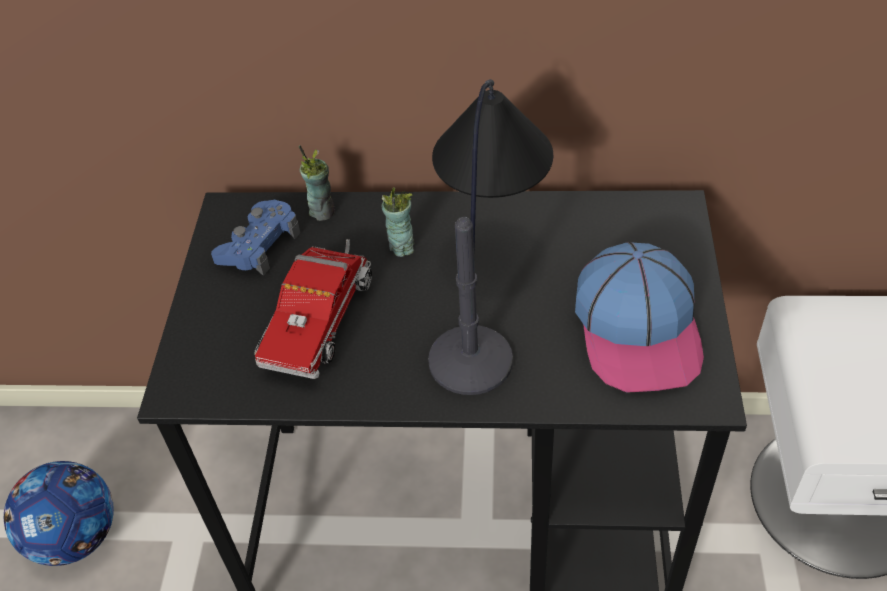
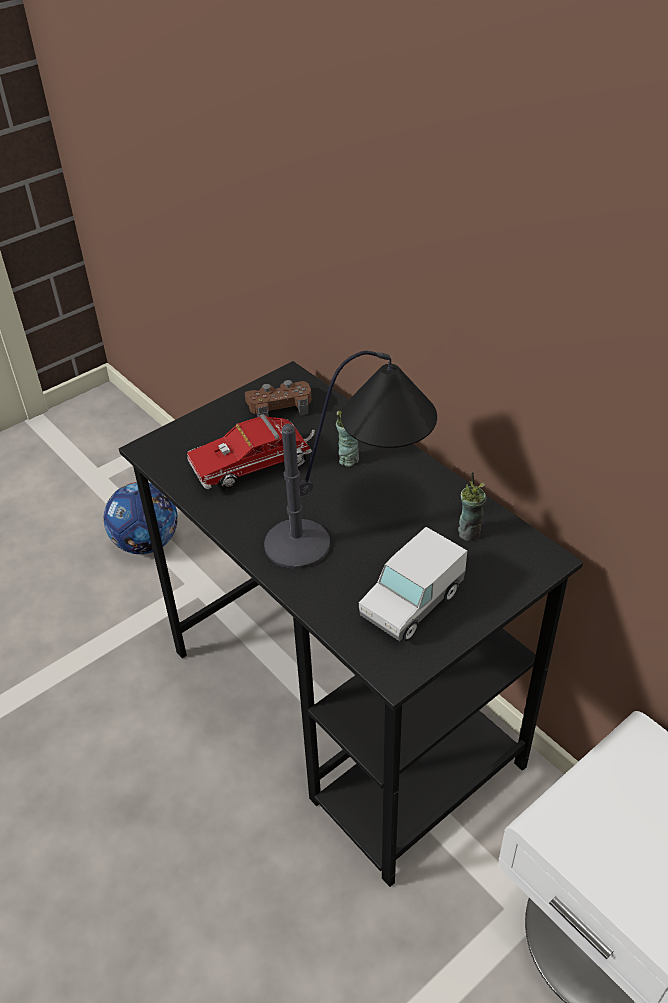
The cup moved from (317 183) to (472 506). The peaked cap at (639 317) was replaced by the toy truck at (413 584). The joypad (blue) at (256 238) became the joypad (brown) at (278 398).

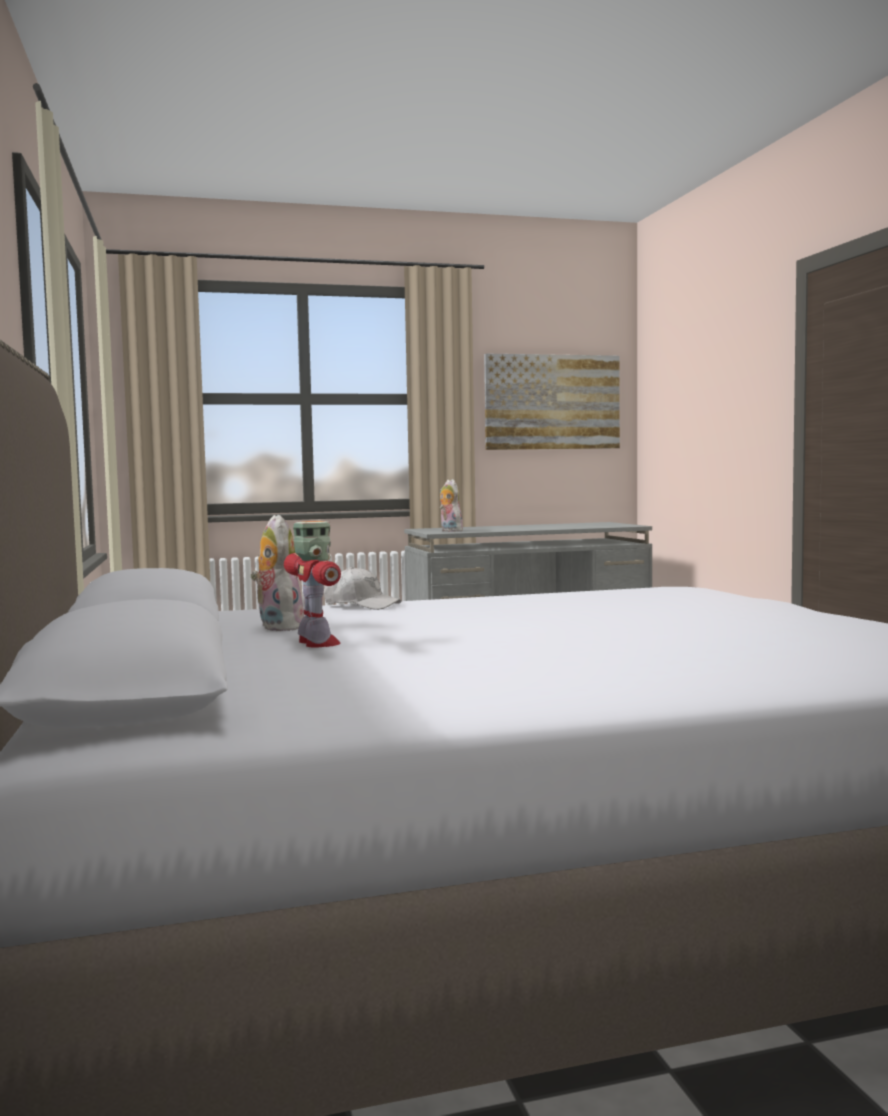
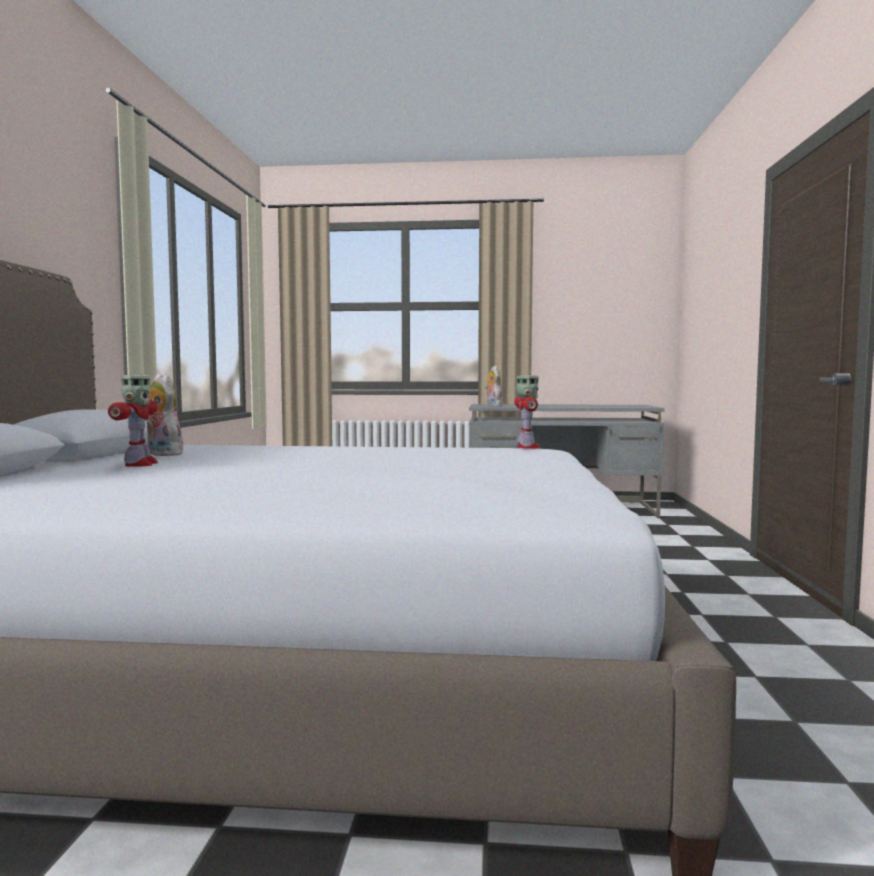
The peaked cap (whitish) at (363 588) disappeared. The wall art at (552 402) disappeared. The toy robot at (527 412) appeared. The plush toy at (277 573) turned 45 degrees counterclockwise.

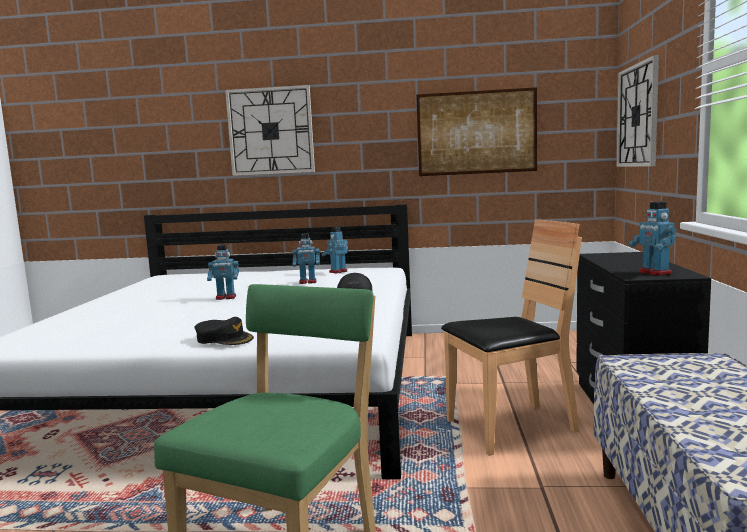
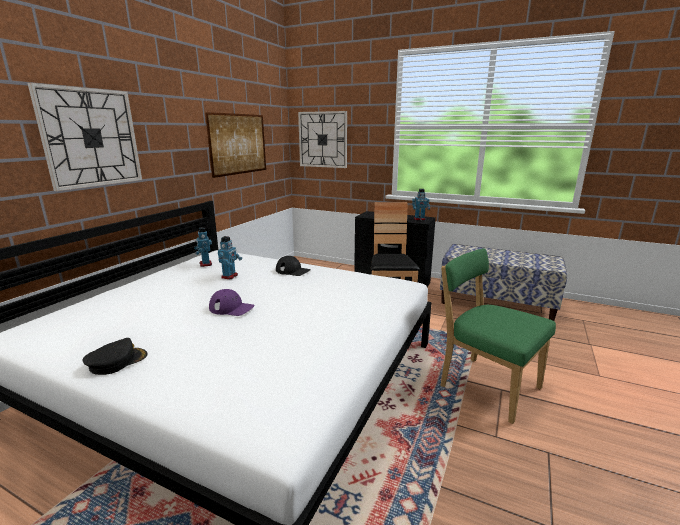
The peaked cap (blackish) moved from (224 331) to (115 356). The toy robot at (223 272) was replaced by the peaked cap (purple) at (231 302).

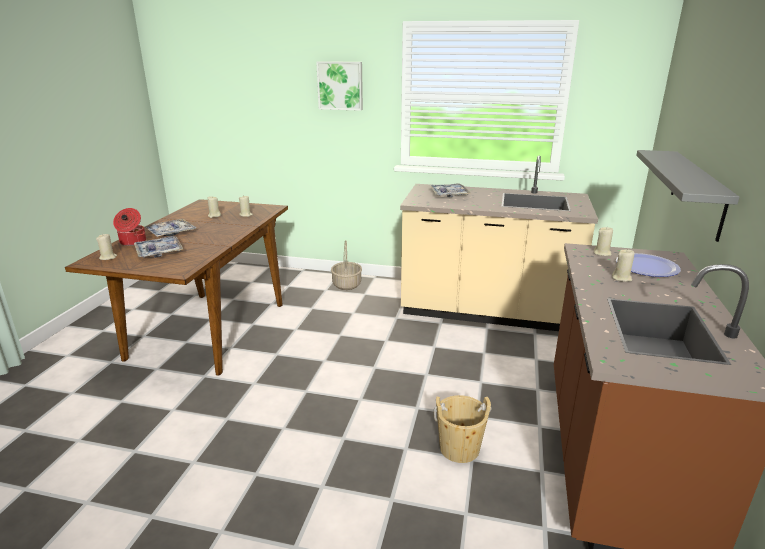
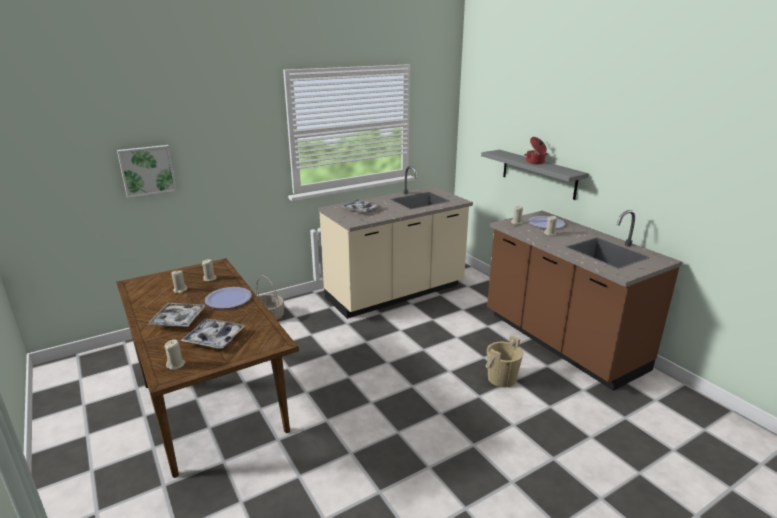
The plate at (228 298) appeared. The saucepot moved from (129 227) to (536 150). The wall art moved from (339 86) to (147 171).

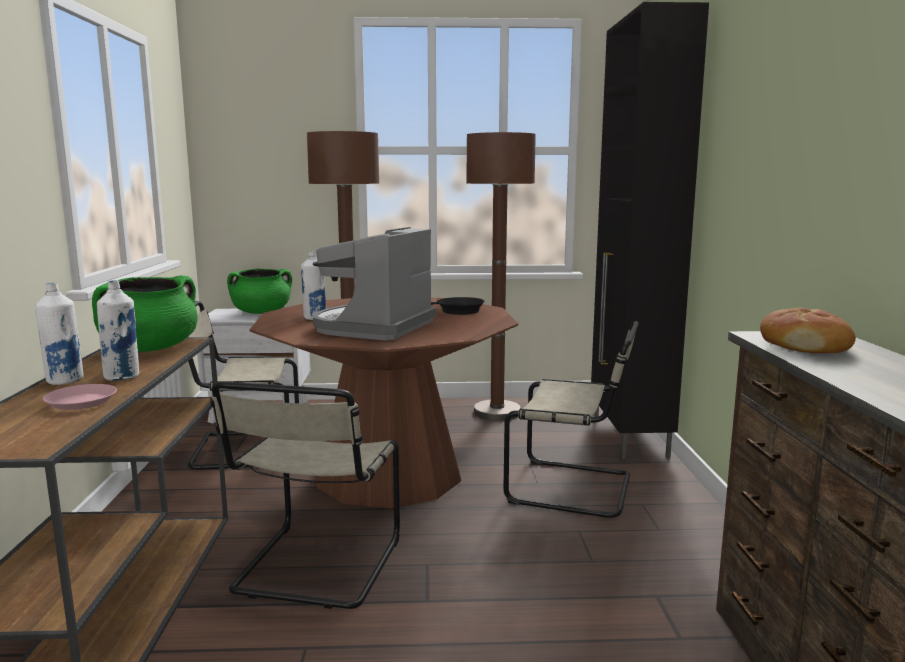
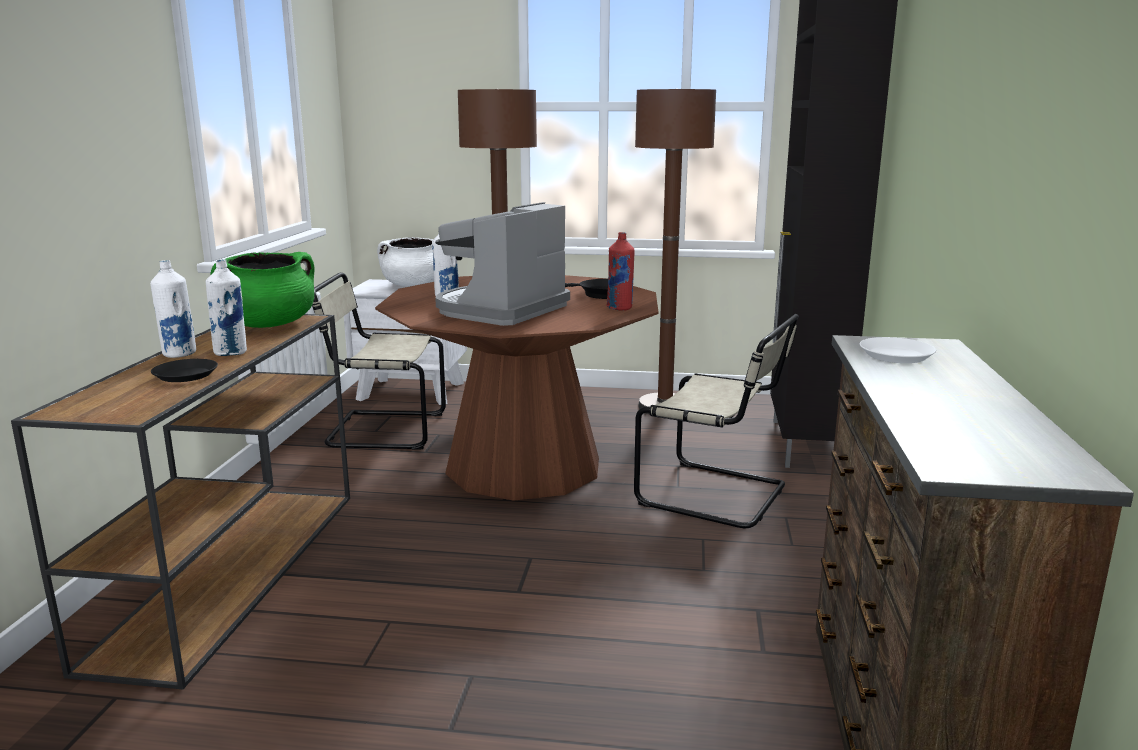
The plain chair (beige-coloured) at (305 495) disappeared. The beverage bottle (reddish) at (621 271) appeared. The bakery bread at (808 330) was replaced by the plate (whitish) at (898 350). The plate (pinkish) at (79 397) became the plate (blackish) at (184 370). The saucepot (greenish) at (259 291) became the saucepot (whitish) at (405 262).

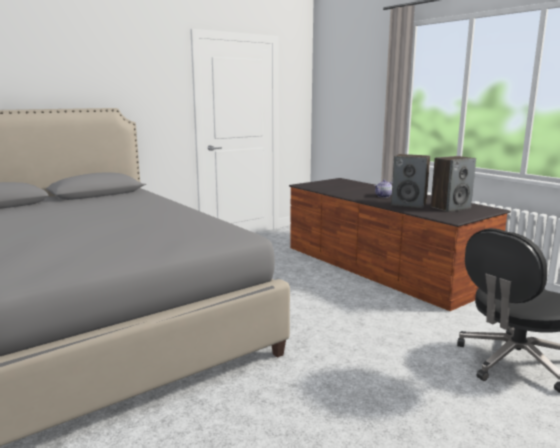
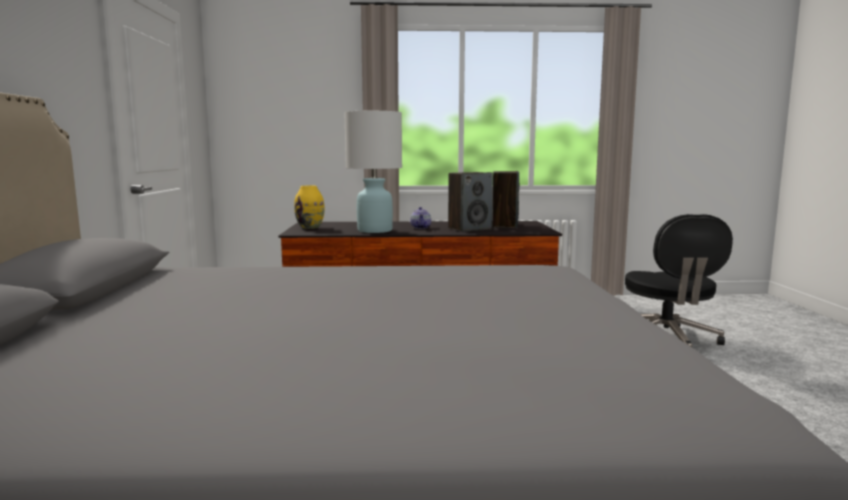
The decorative vase (yellowish) at (309 207) appeared. The lamp for a table (whitish) at (373 172) appeared.

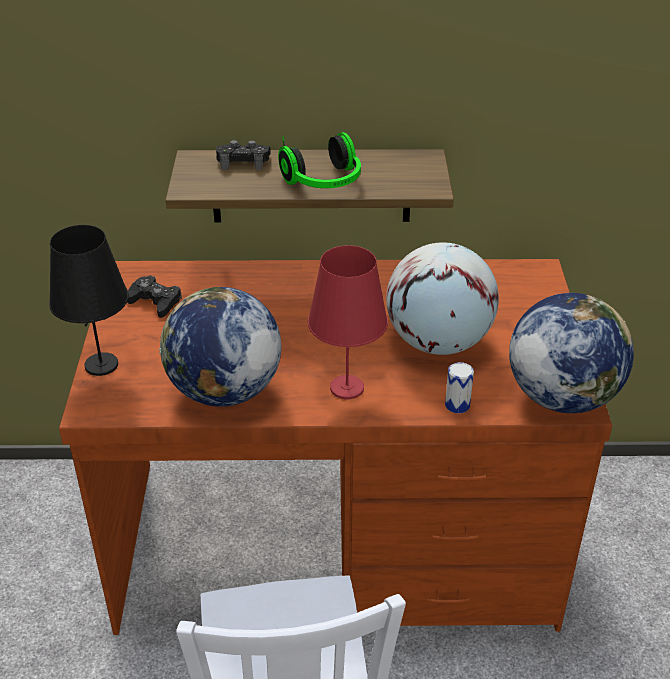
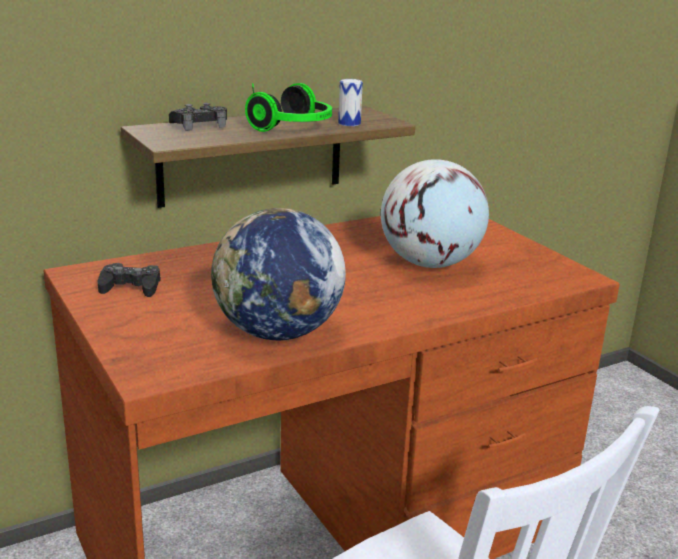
The lamp for a table (blackish) at (89 300) disappeared. The lamp for a table (reddish) at (348 322) disappeared. The world globe at (571 353) disappeared. The sealed can moved from (459 387) to (350 102).

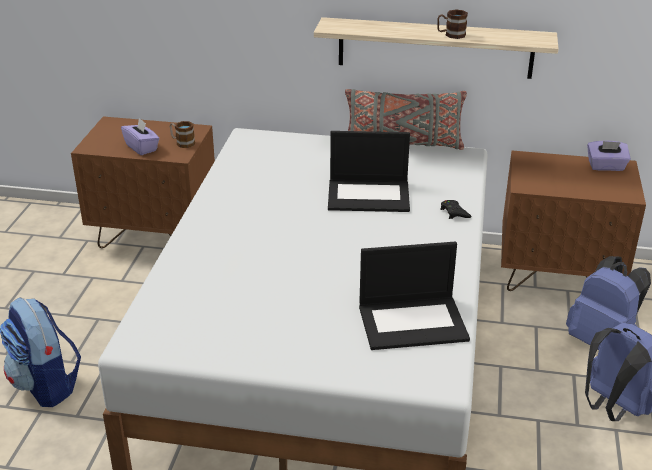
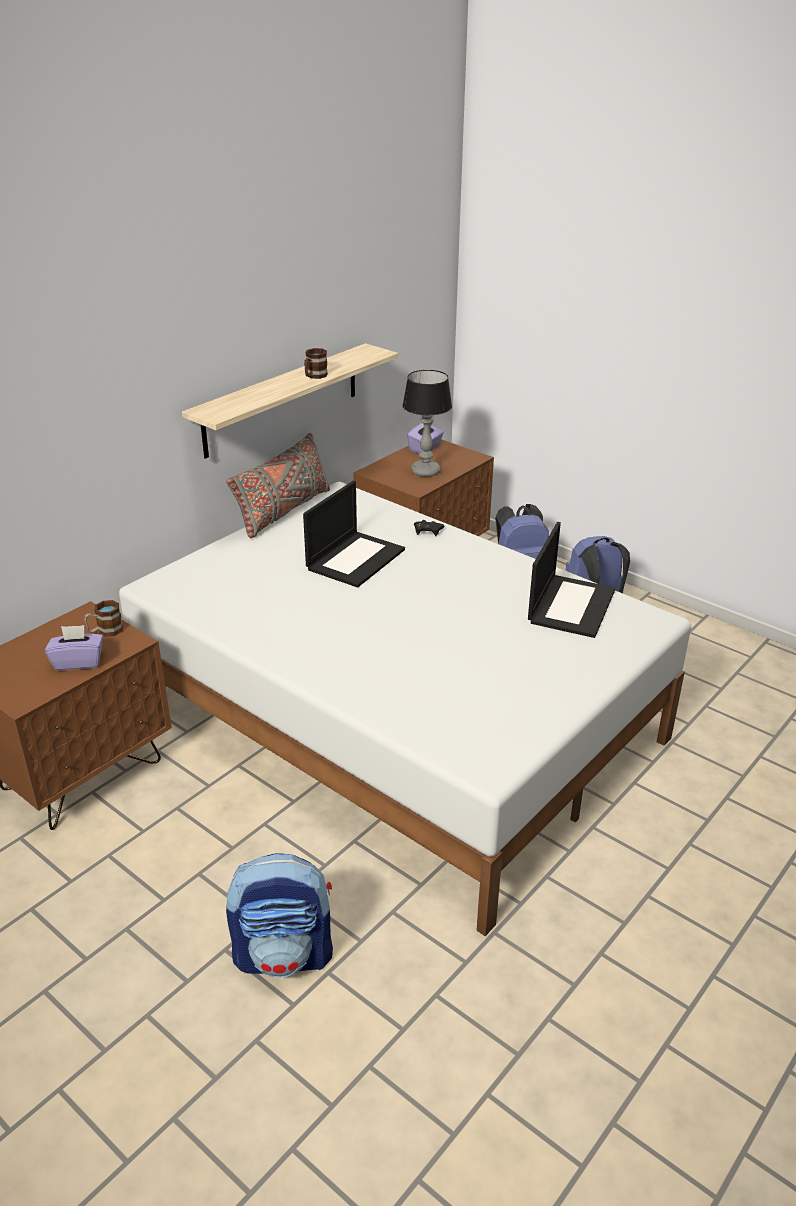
The lamp for a table at (427 423) appeared.

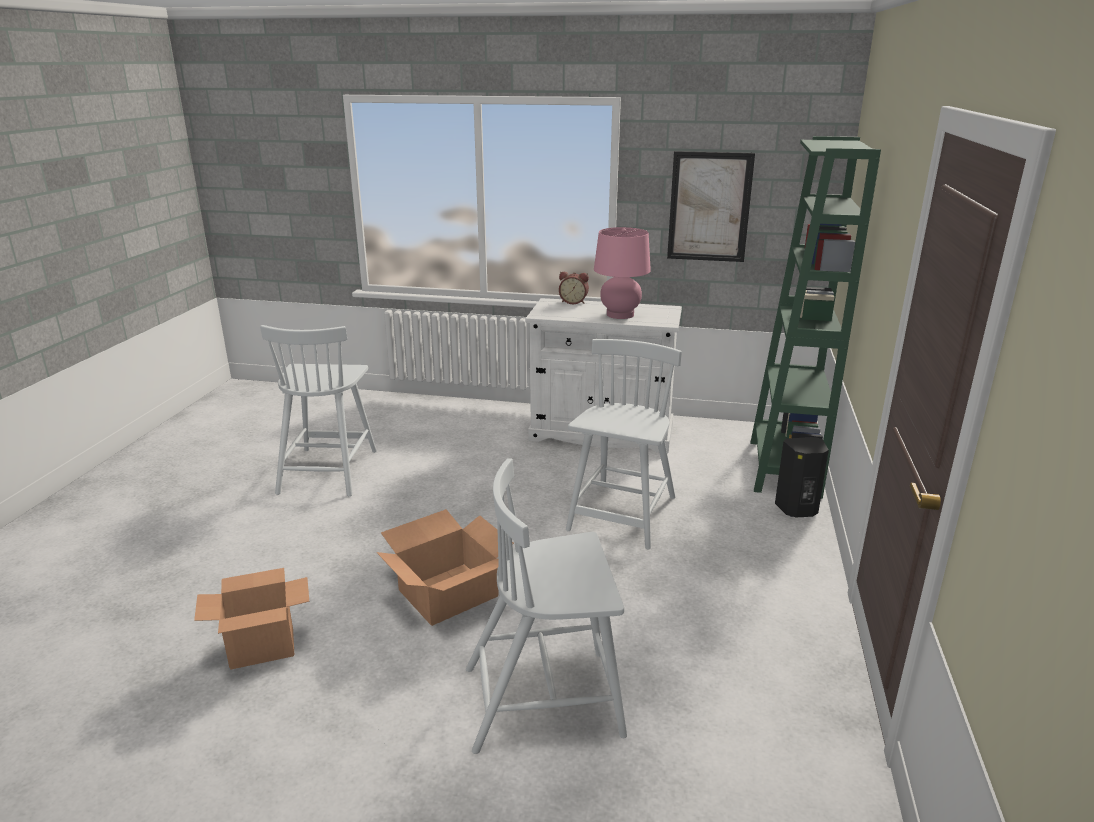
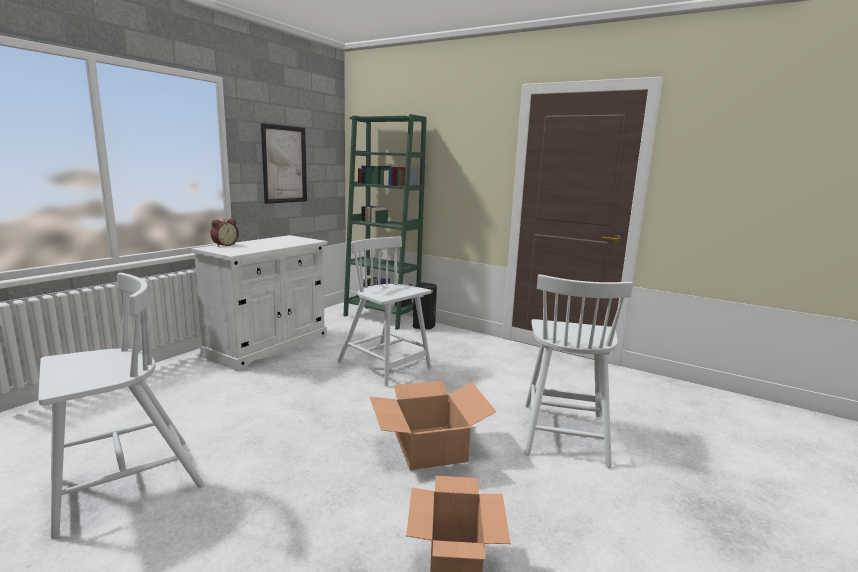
The lamp for a table (pinkish) at (622 273) disappeared. The plain chair (whitish) at (318 410) turned 60 degrees counterclockwise.

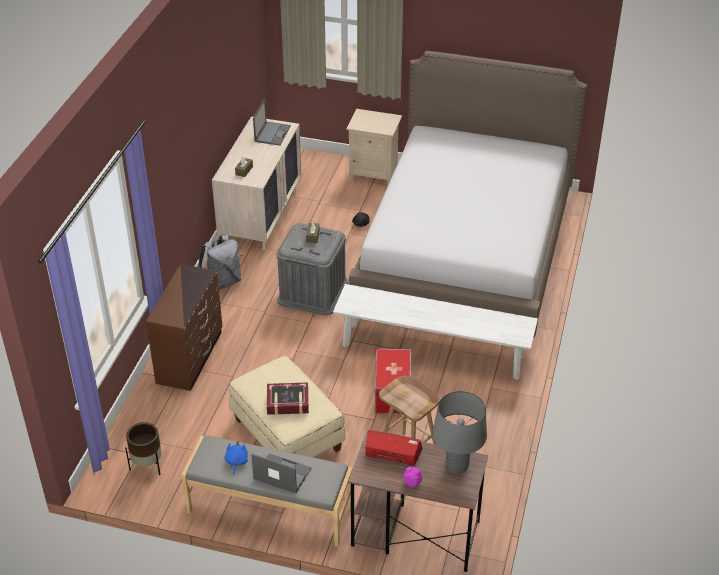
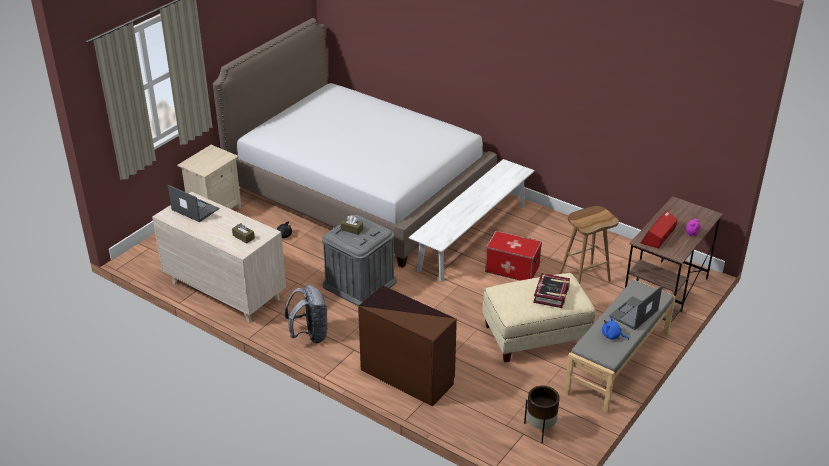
The lamp for a table (gray) at (460 432) disappeared.

